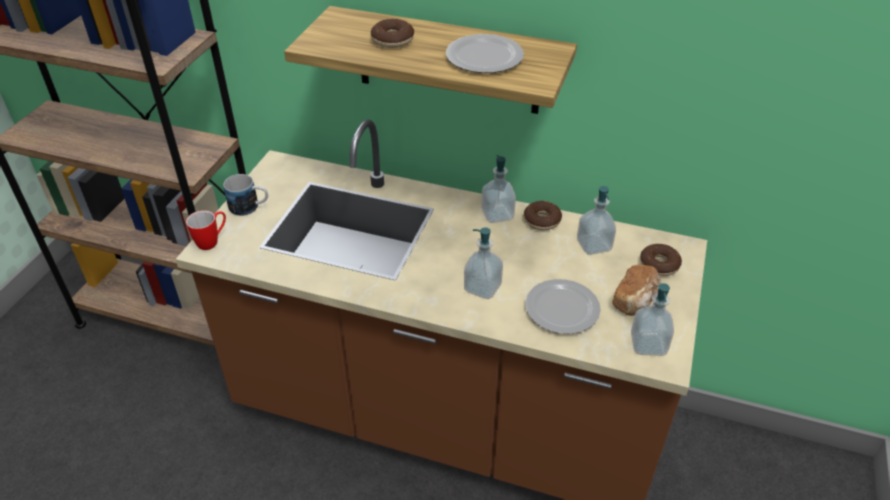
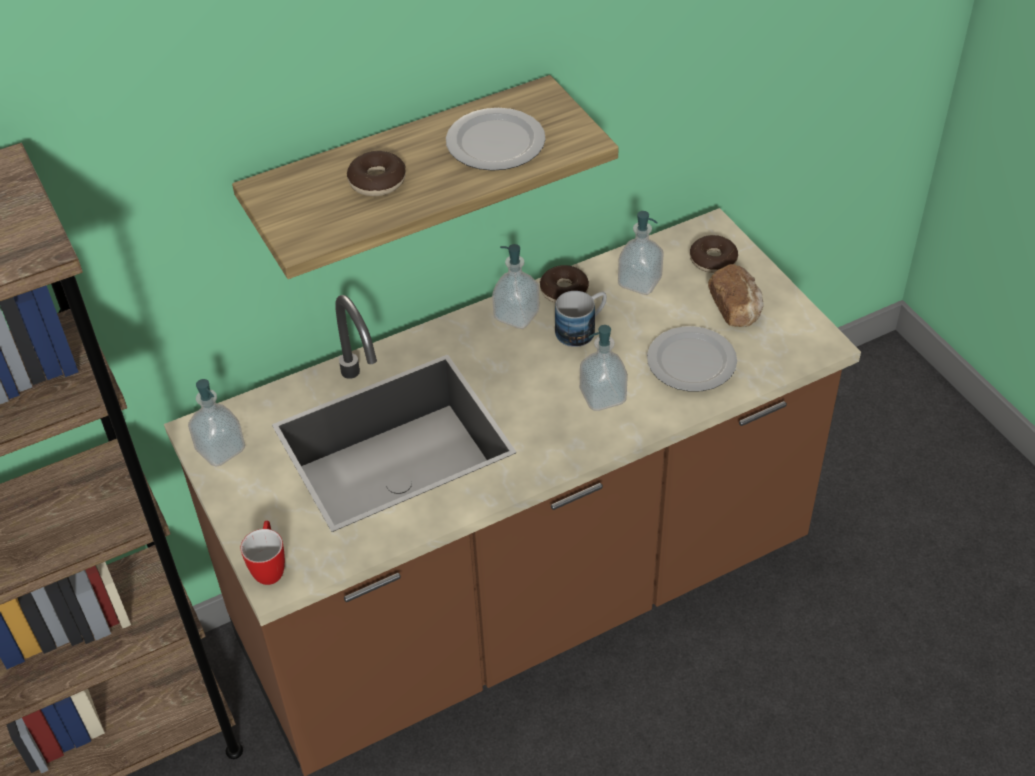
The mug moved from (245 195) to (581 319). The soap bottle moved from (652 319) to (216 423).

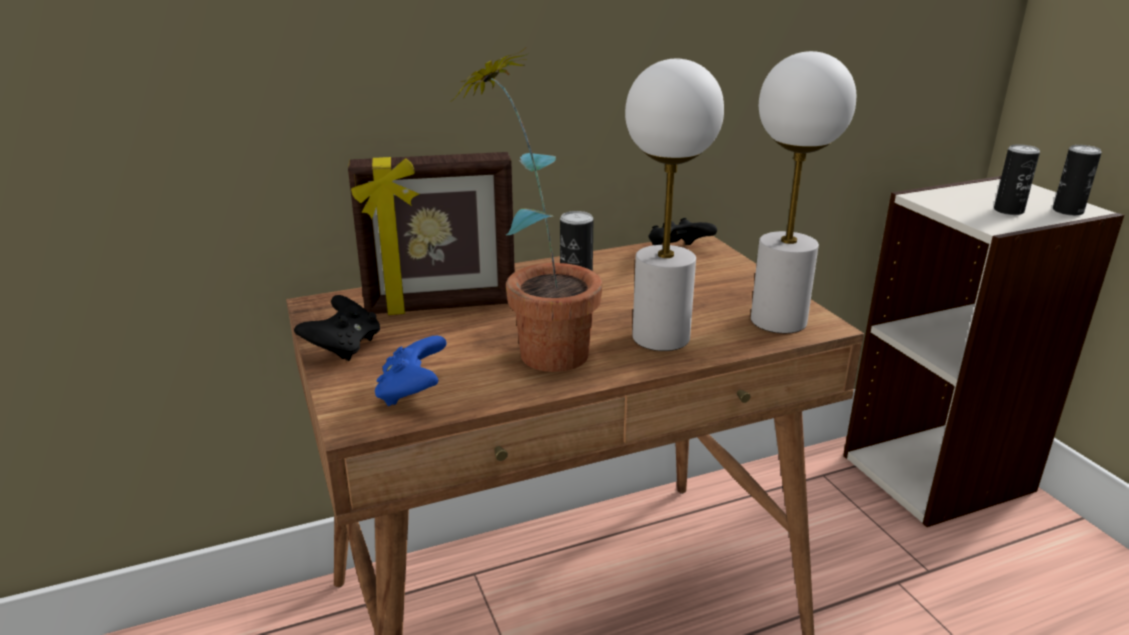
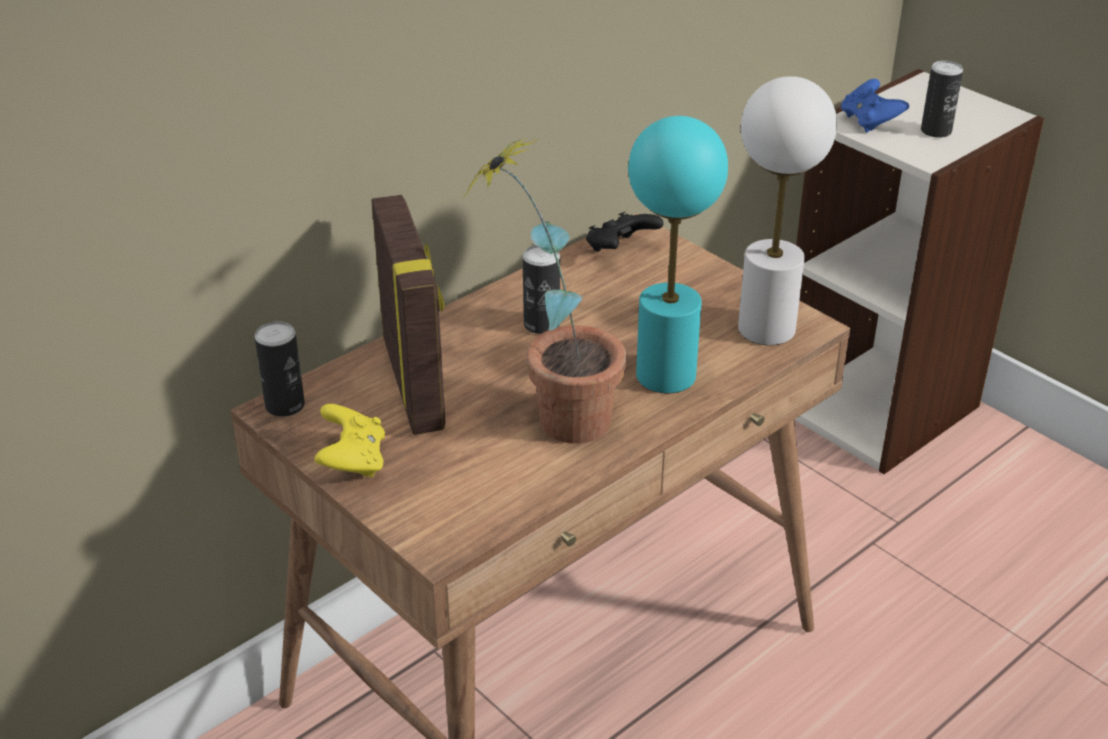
The joypad (blue) moved from (411 371) to (875 106). The sealed can moved from (1077 180) to (280 369). The joypad (blackish) at (337 328) became the joypad (yellowish) at (349 440). The lamp for a table (whitish) at (674 205) became the lamp for a table (turquoise) at (678 254). The picture frame at (431 233) turned 75 degrees counterclockwise.

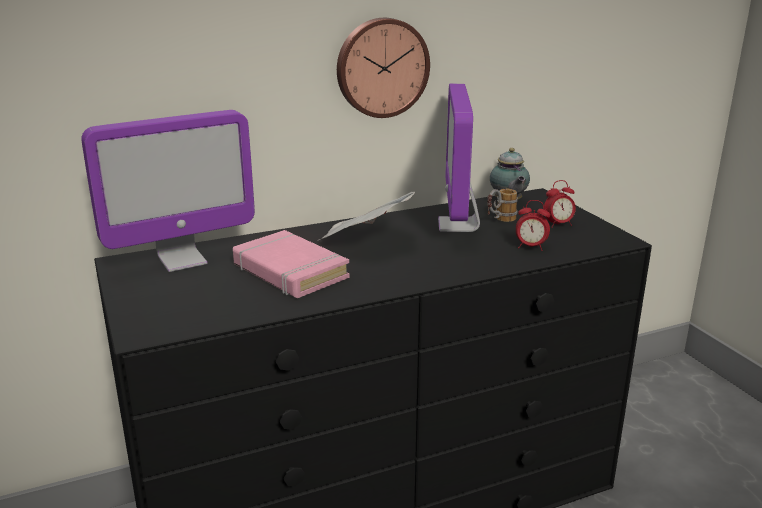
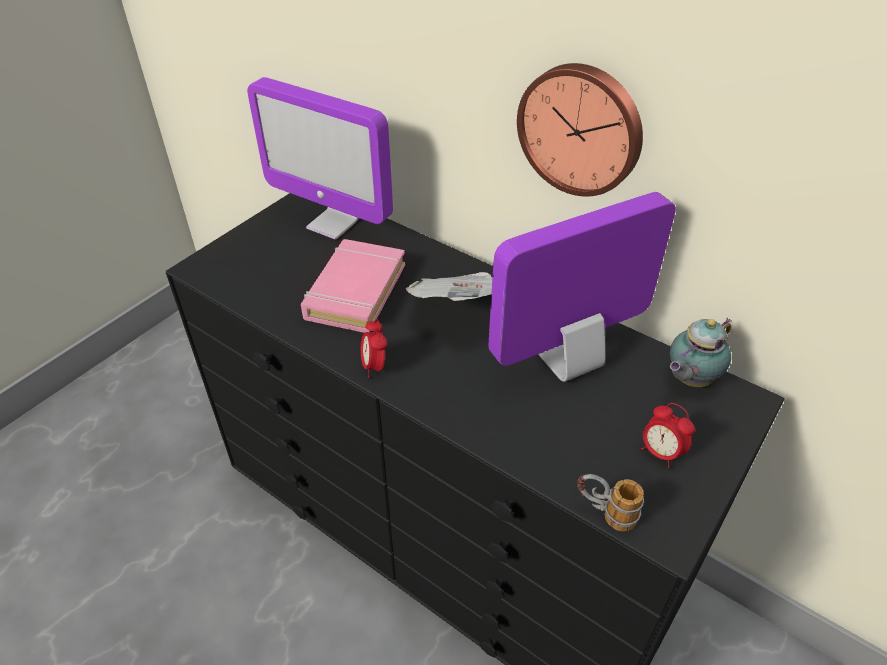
The mug moved from (502 205) to (610 502). The alarm clock moved from (533 225) to (374 348).

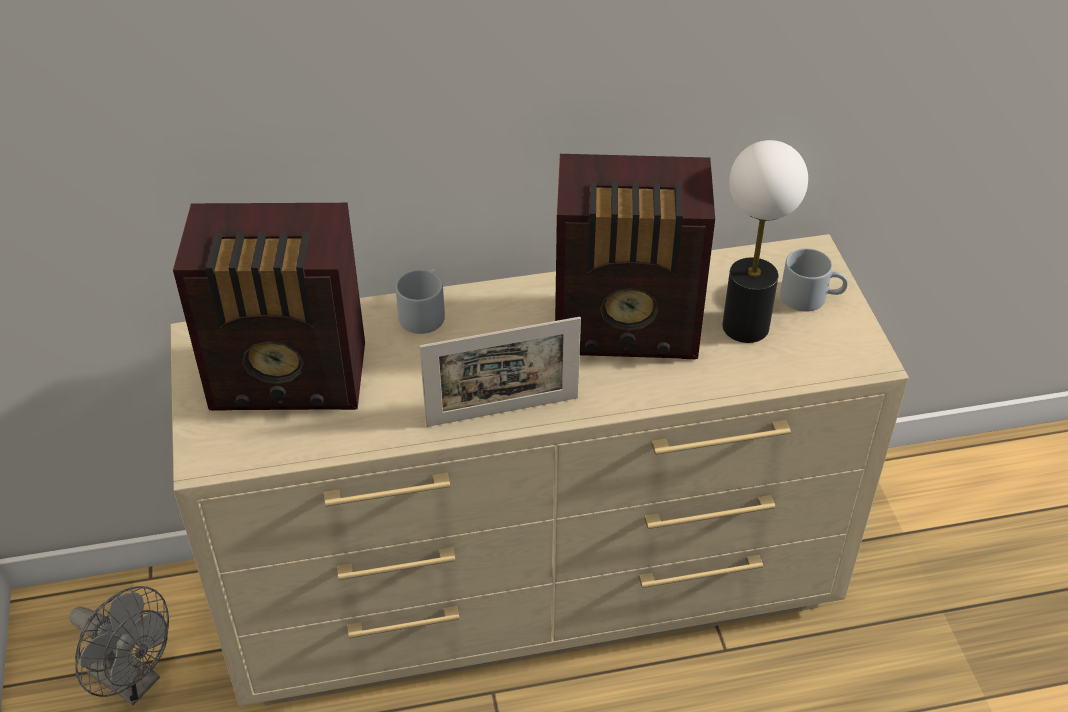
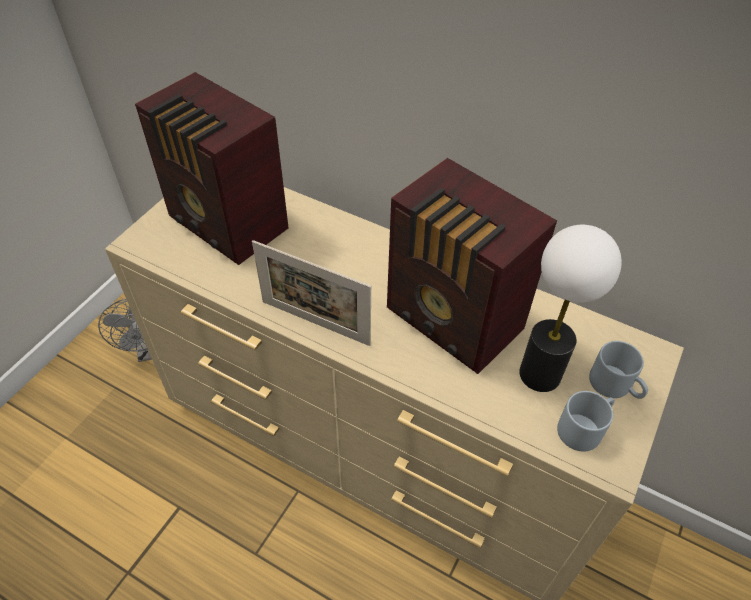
The mug (gray) moved from (420 301) to (586 421).

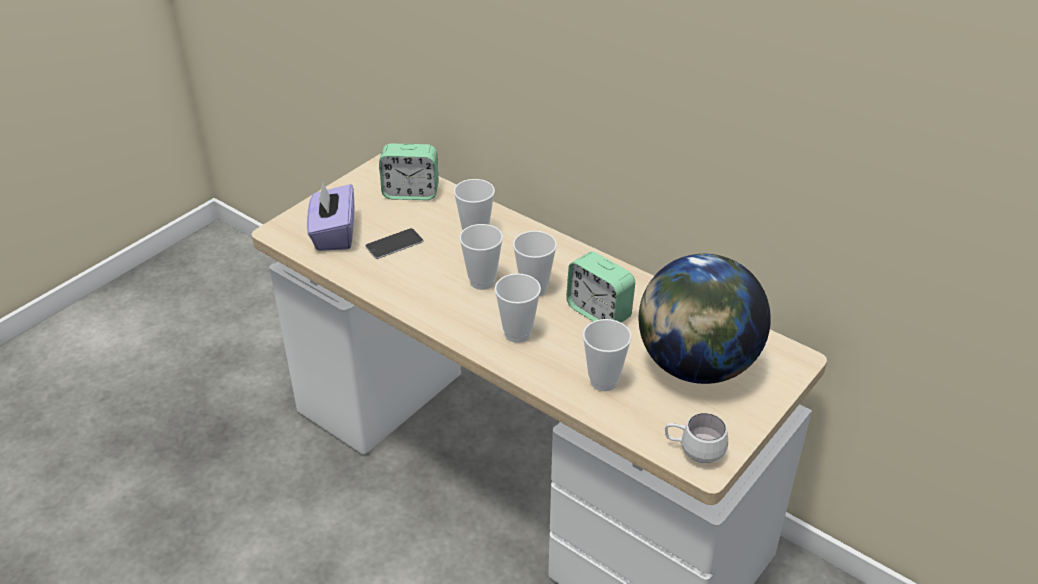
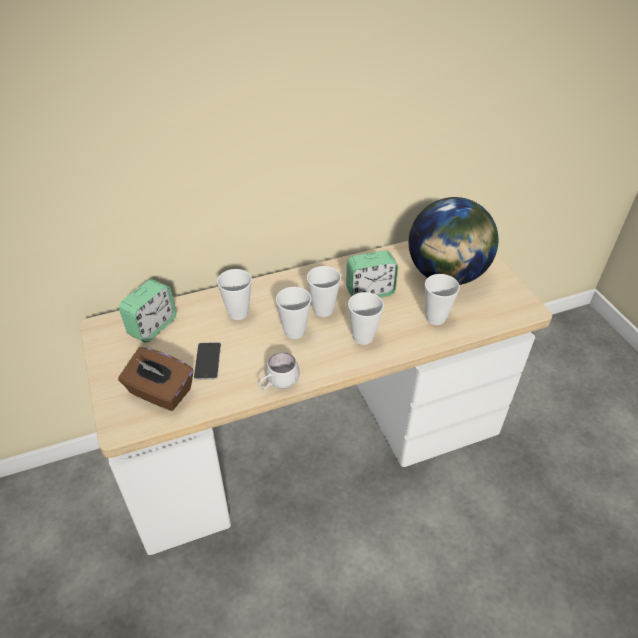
The mug (whitish) moved from (696 438) to (279 371). The tissue box (purple) at (330 216) became the tissue box (brown) at (155 379).

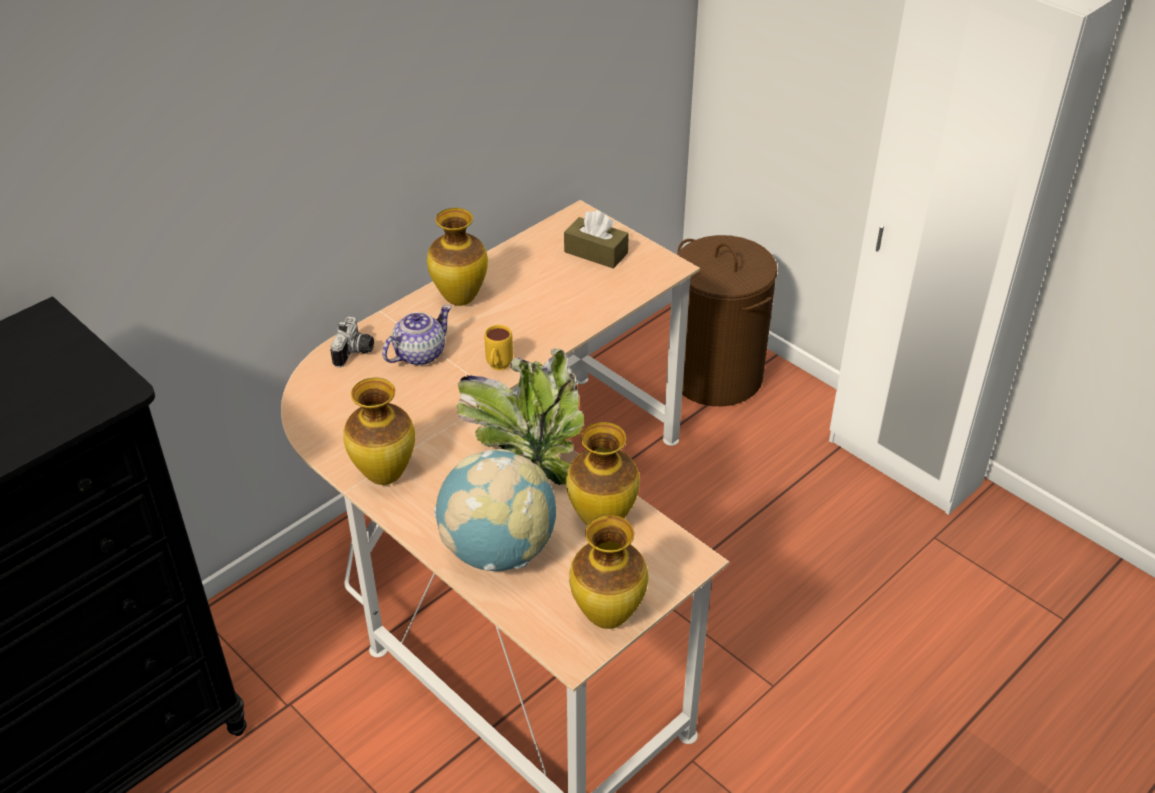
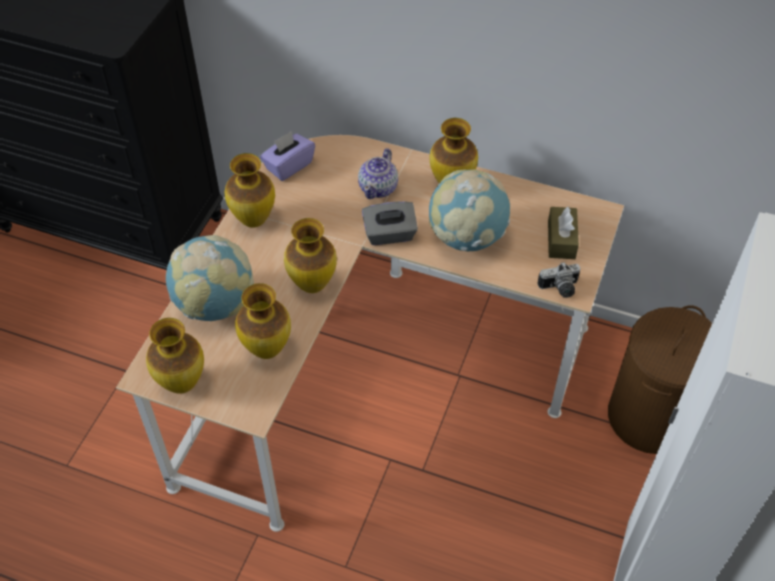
The tissue box (purple) at (287 156) appeared. The world globe at (469 210) appeared. The photo camera moved from (352 342) to (559 280). The plant in a pot at (520 416) was replaced by the decorative vase at (310 255). The mug (yellowish) at (498 348) was replaced by the tissue box (gray) at (390 223). The tea pot at (416 335) turned 90 degrees clockwise.

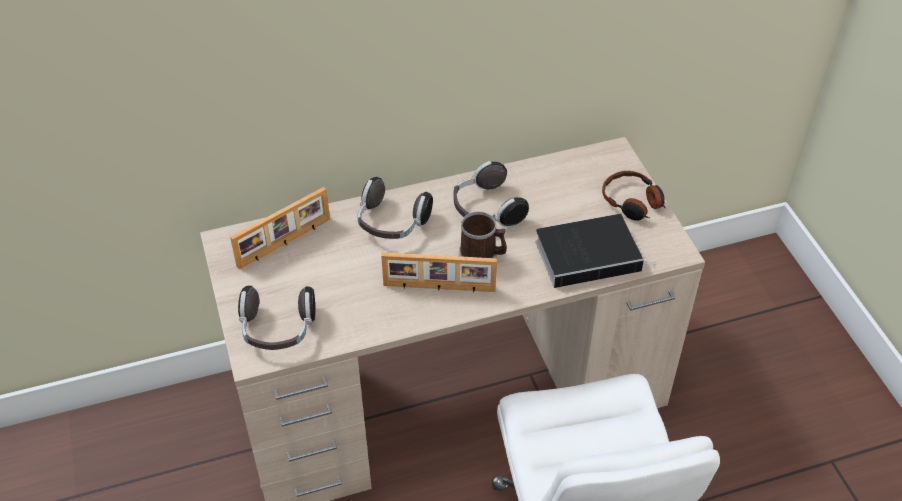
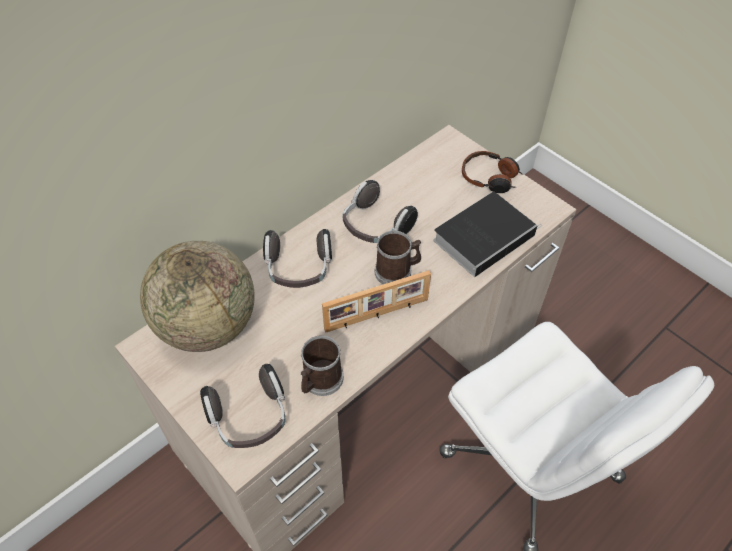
The mug at (322 365) appeared. The picture frame at (280 228) was replaced by the world globe at (197 296).

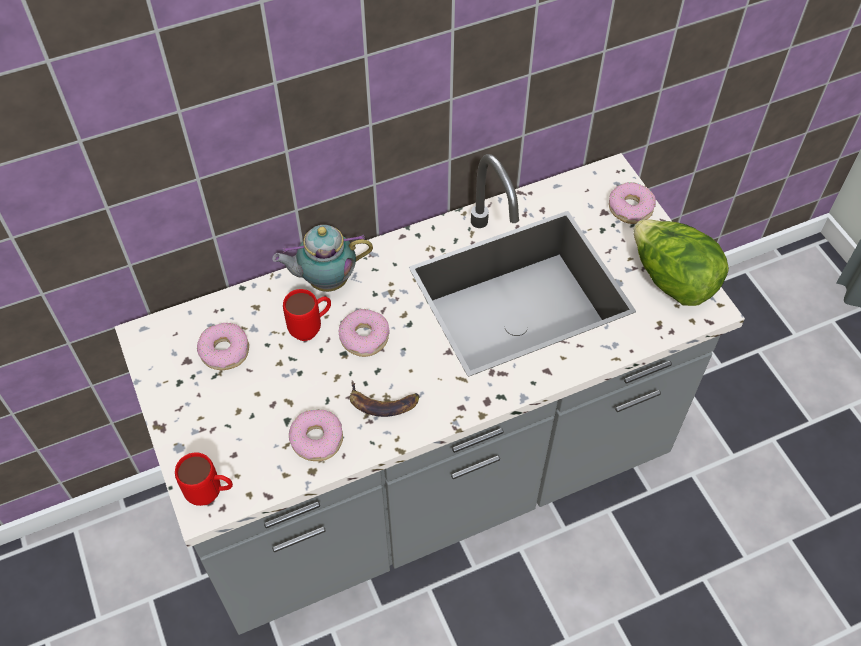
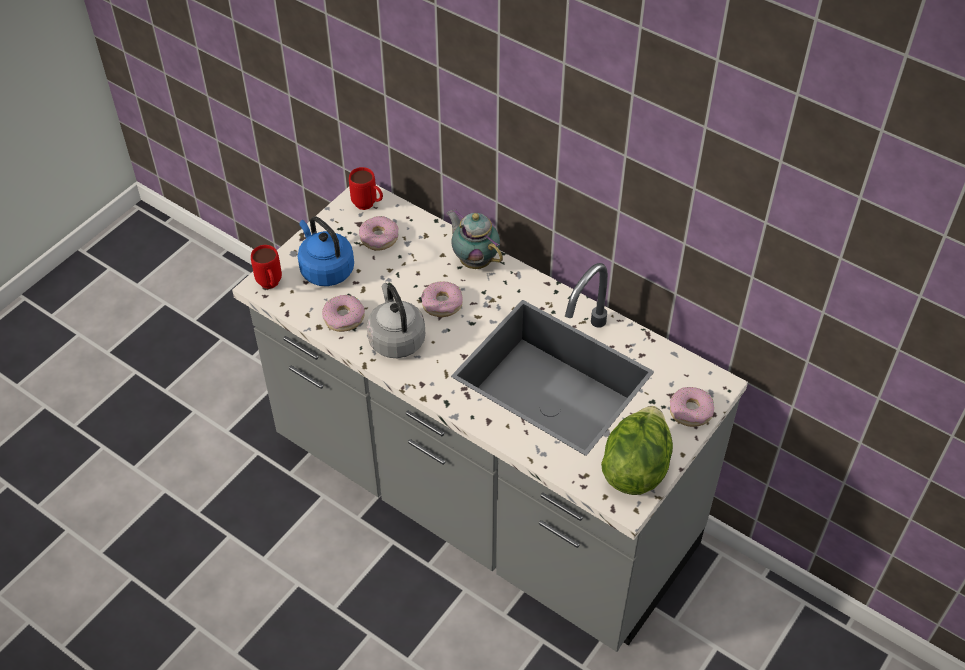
The kettle (blue) at (326 251) appeared. The mug (reddish) moved from (307 315) to (366 188). The banana at (385 399) was replaced by the kettle (gray) at (396 320).

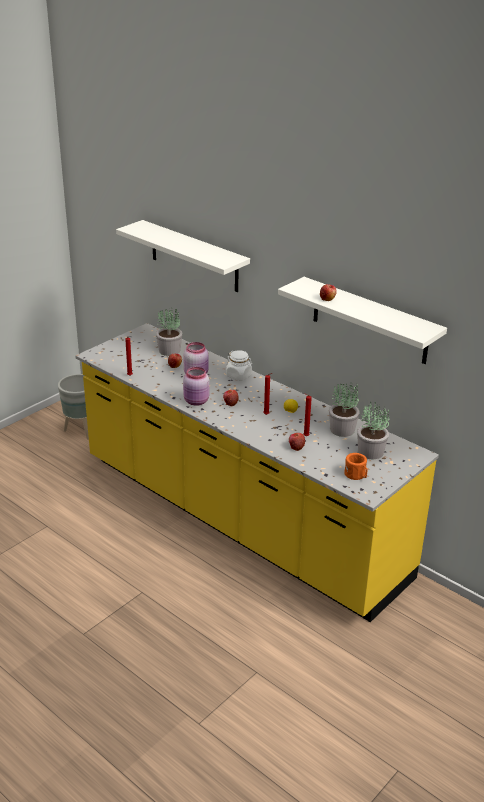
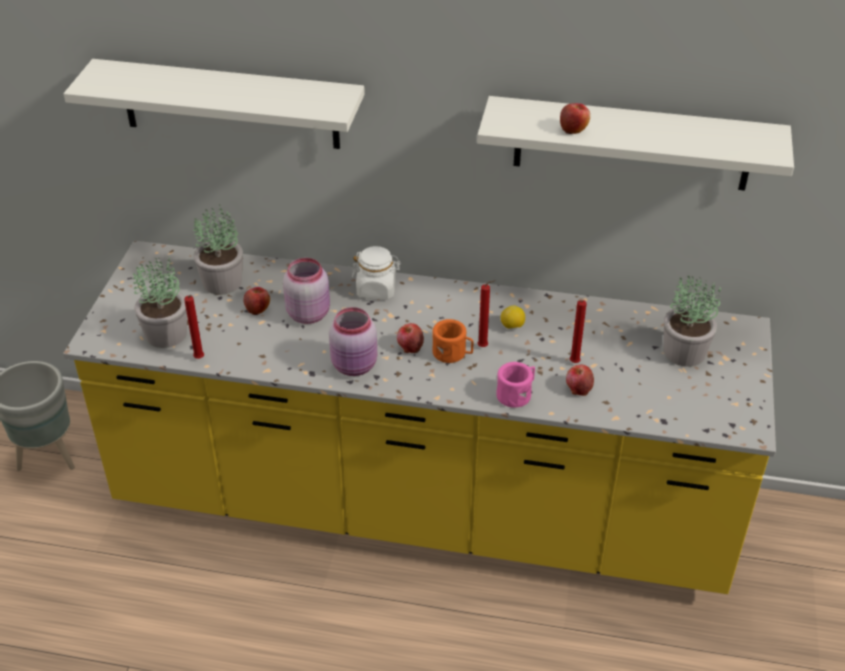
The mug (pinkish) at (515 385) appeared. The plant in a pot moved from (344 410) to (160 303). The mug (orange) moved from (355 466) to (452 341).

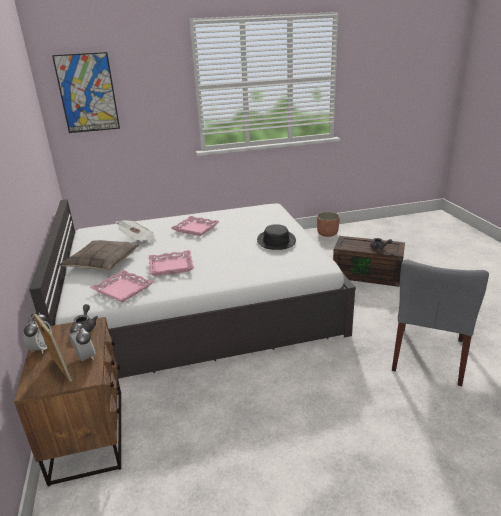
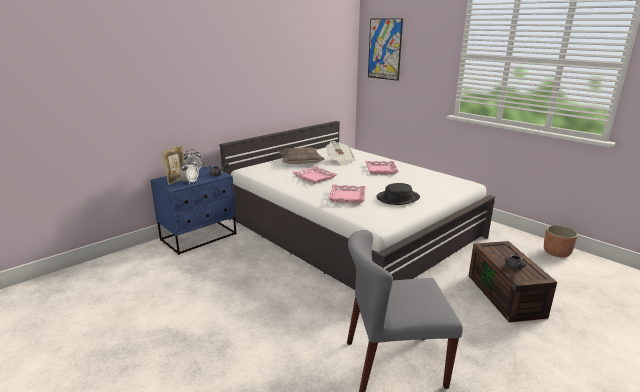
The carrying tray (pinkish) moved from (122 286) to (347 194). The night table (brown) at (67 401) became the night table (blue) at (193 210).

